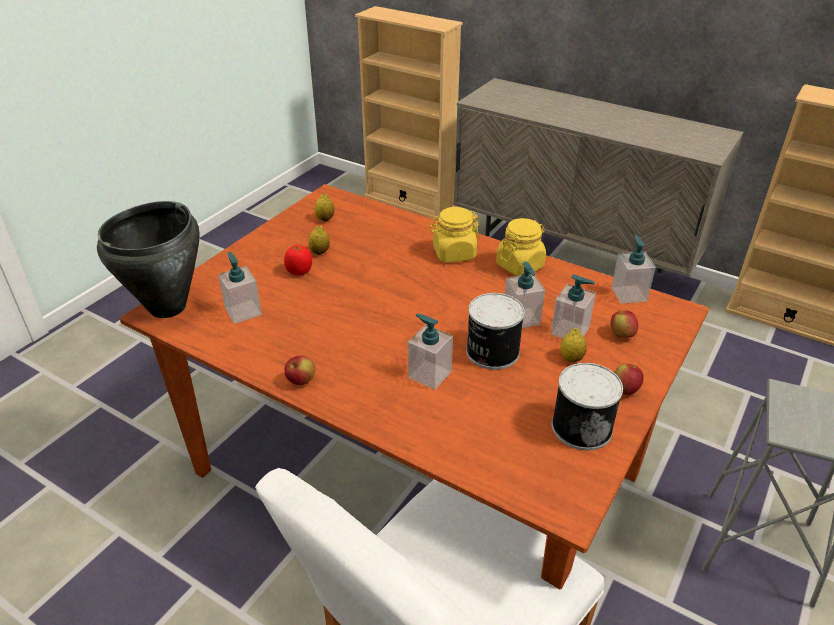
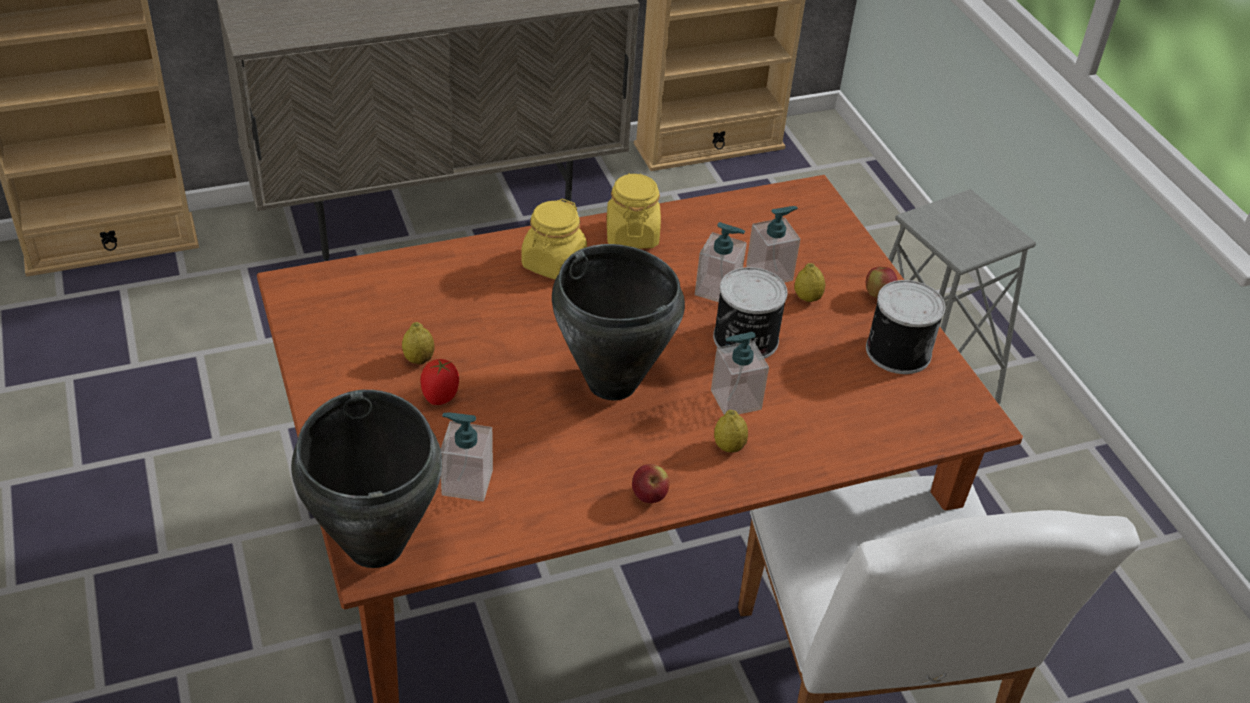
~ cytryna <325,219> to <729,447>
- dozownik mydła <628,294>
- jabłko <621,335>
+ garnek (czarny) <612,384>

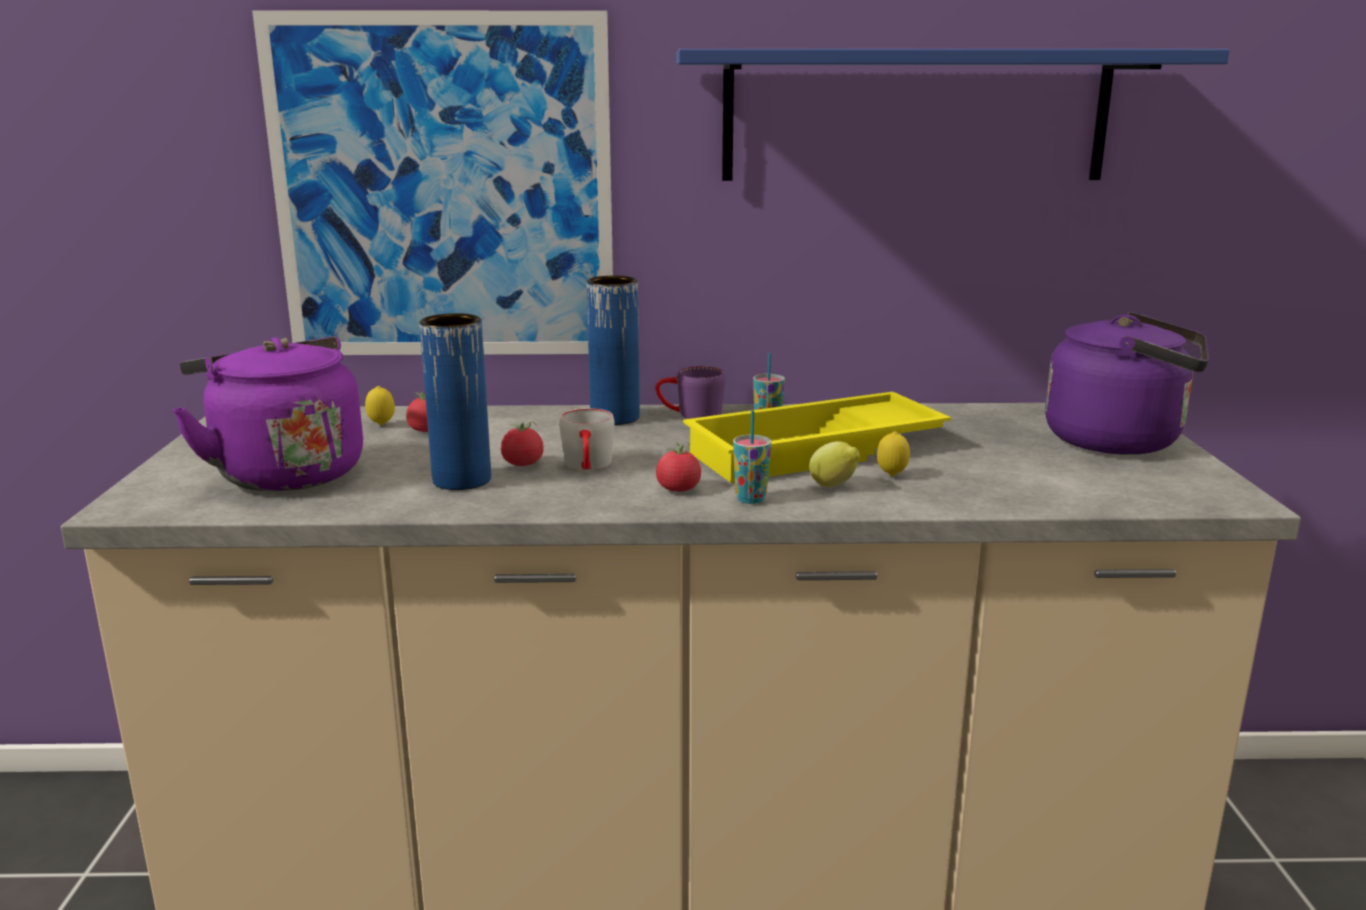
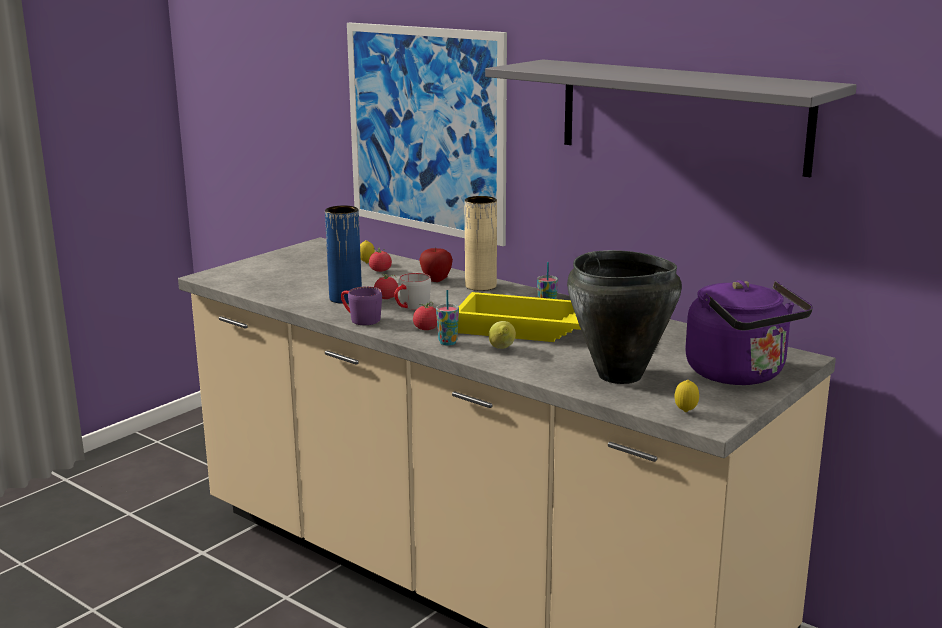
- czajnik (fioletowy) <285,472>
~ wazon (niebieski) <615,418> to wazon (beżowy) <480,286>
~ kubek (fioletowy) <690,414> to <360,319>
~ półka (niebieski) <915,116> to półka (szary) <681,115>
~ cytryna <891,476> to <685,412>
+ jabłko <436,280>
+ garnek (czarny) <619,376>

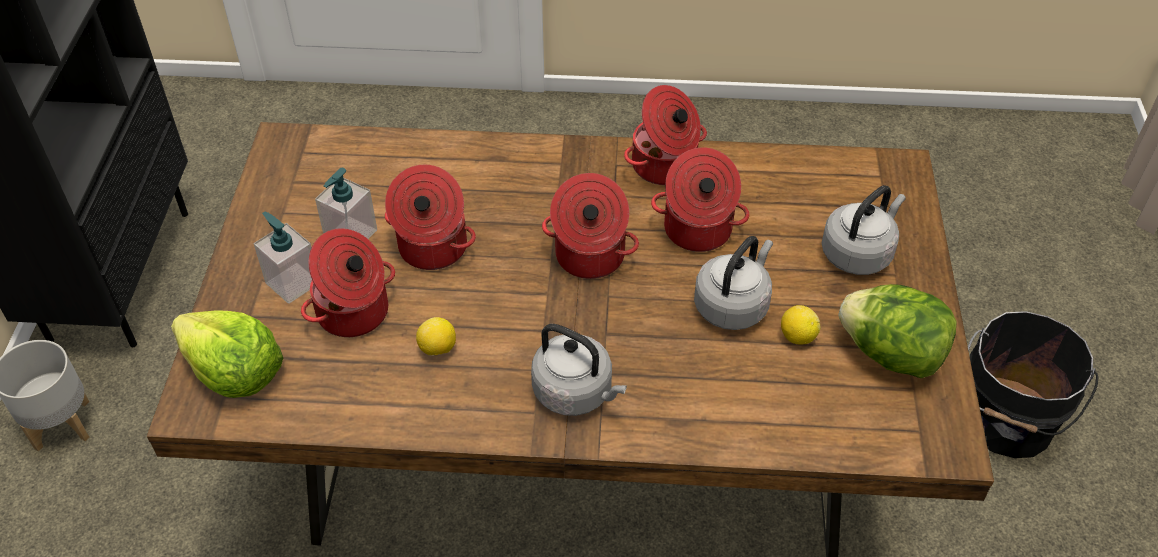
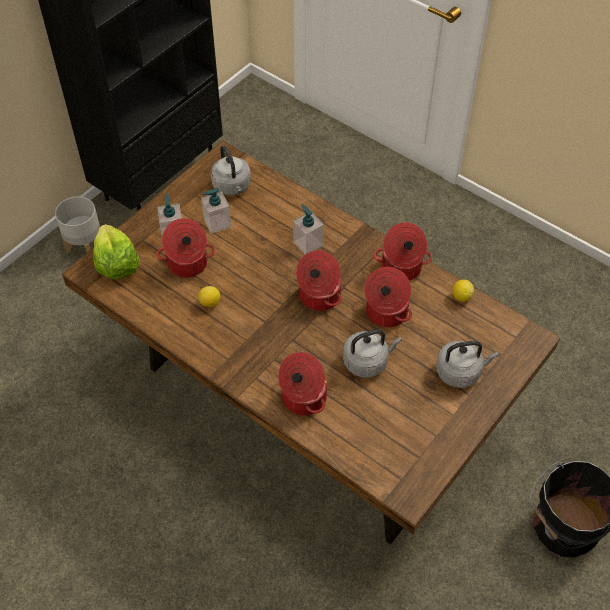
~ garnek <431,248> to <303,398>
~ czajnik (szary) <576,393> to <232,187>
~ cytryna <797,336> to <461,296>
- sałata <891,354>
+ dozownik mydła <308,243>

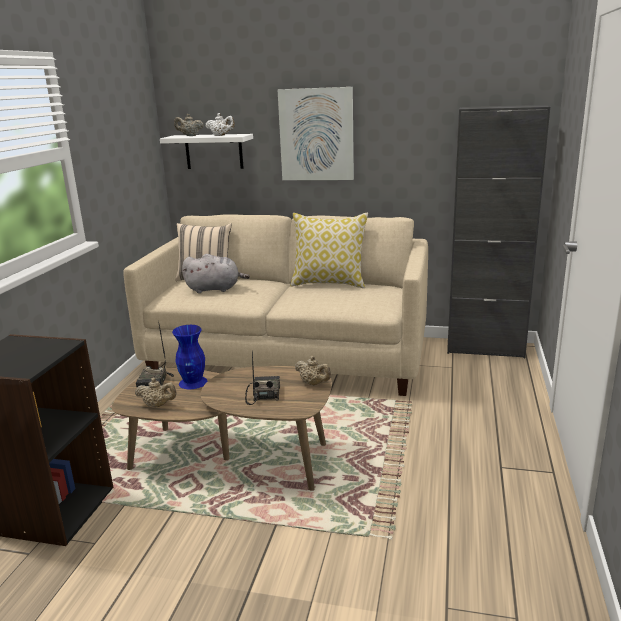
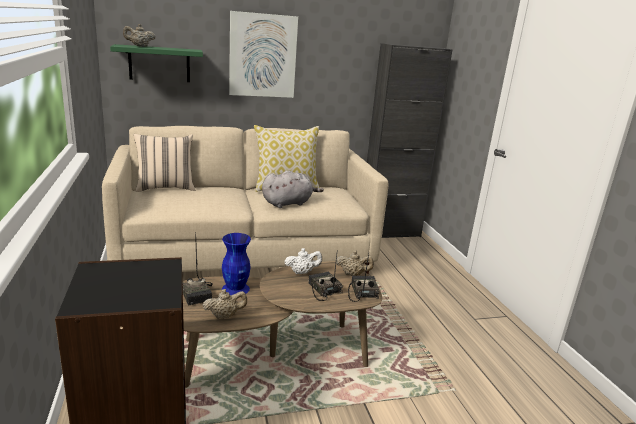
~ półka (biały) <214,151> to półka (zielony) <159,64>
~ pluszak (szary) <215,289> to <288,203>
~ imbryk (biały) <221,135> to <302,272>
+ radio <362,292>

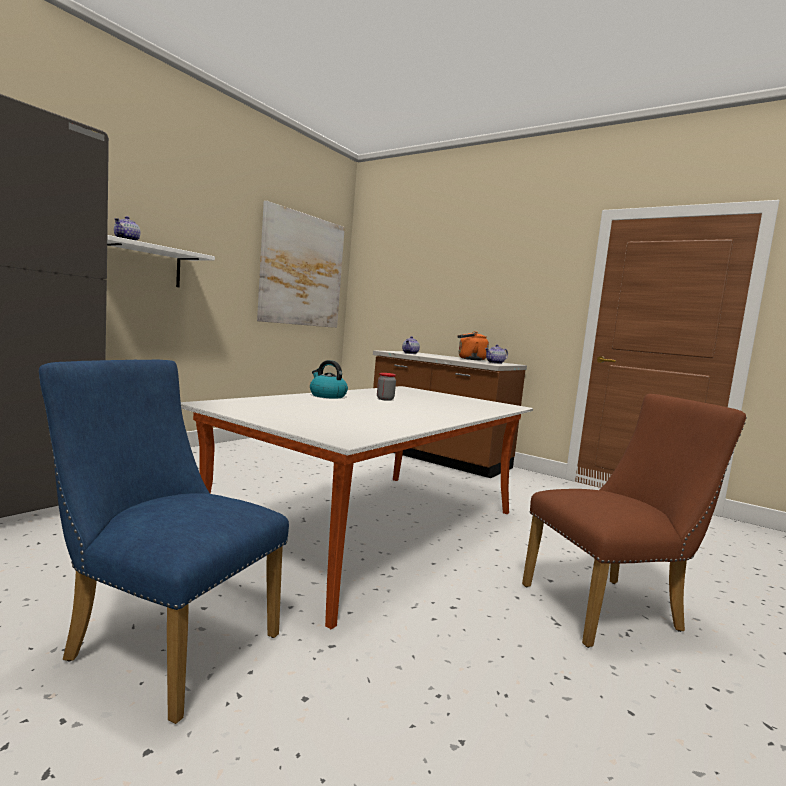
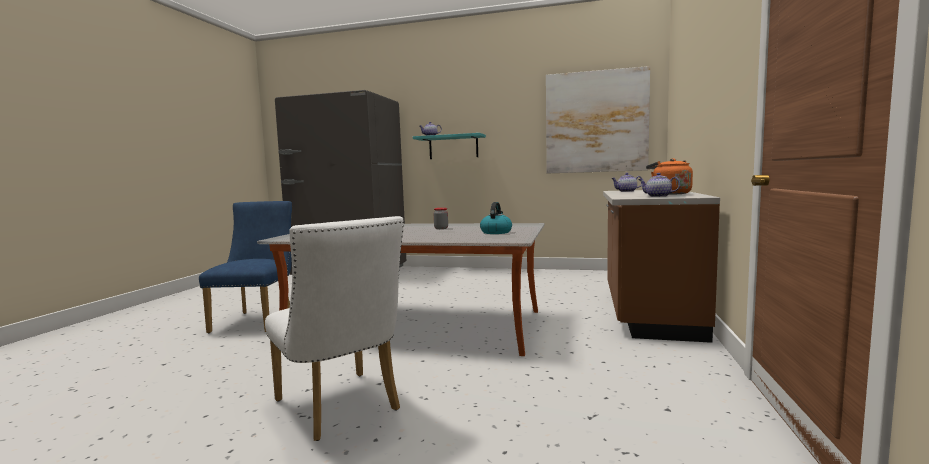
~ półka (biały) <142,265> to półka (turkusowy) <453,147>
~ czajnik <327,396> to <496,232>
~ krzesło (brązowy) <610,609> to krzesło (biały) <341,409>

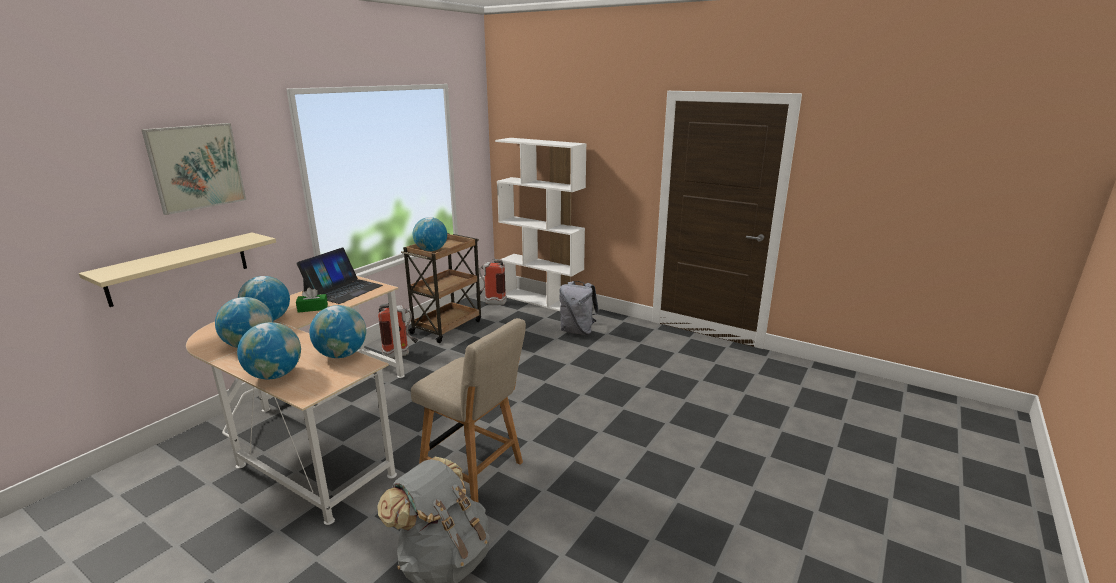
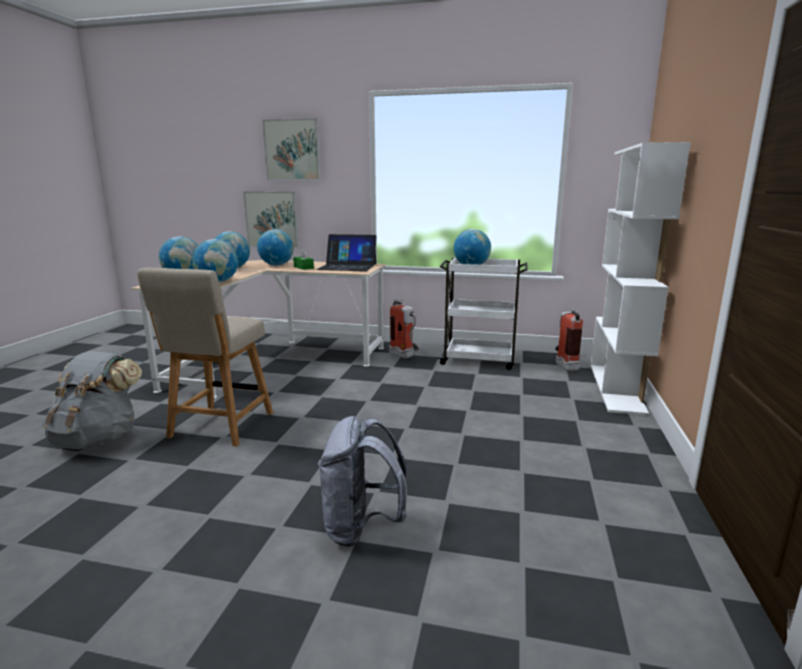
~ półka (beżowy) <179,268> to obraz <272,219>
~ wózek (brązowy) <447,326> to wózek (biały) <479,360>
~ plecak (szary) <577,331> to <361,528>

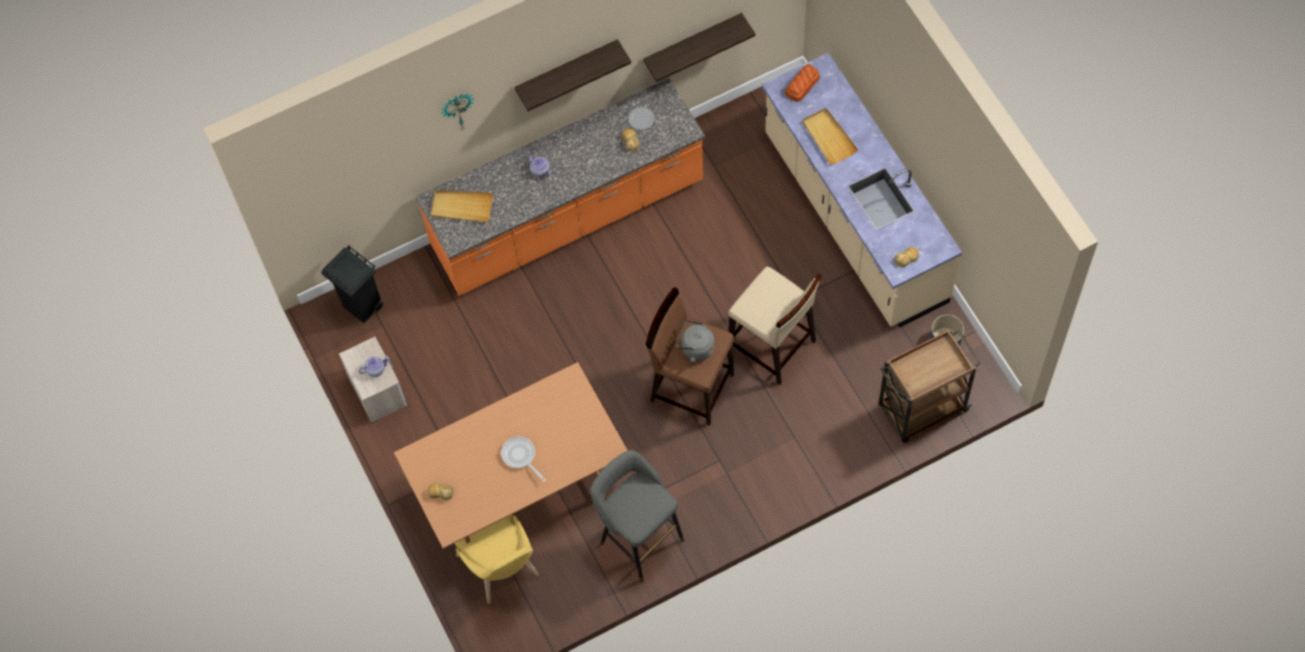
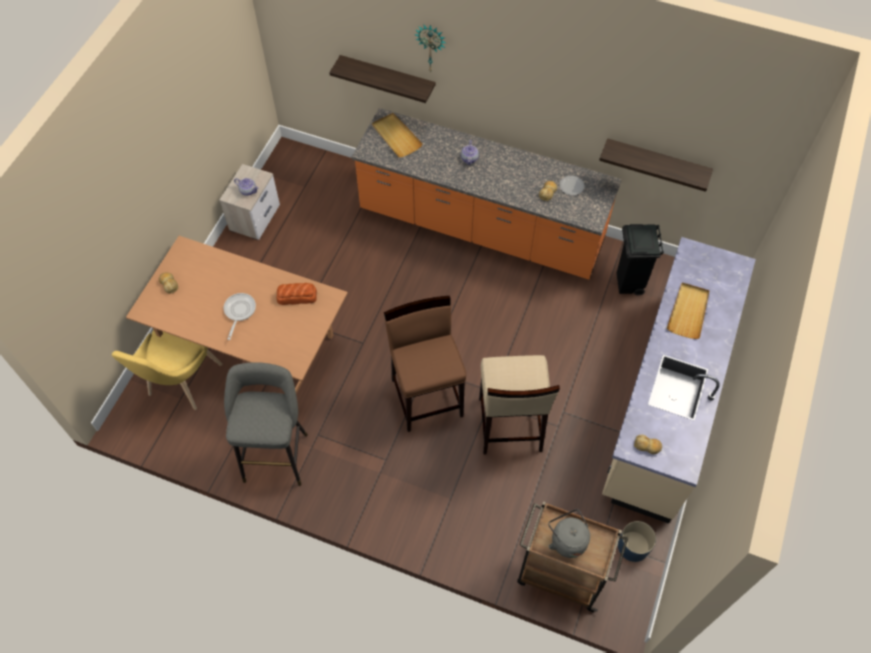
~ kosz na śmieci (czarny) <363,307> to <629,284>
~ półka <567,71> to <387,78>
~ czajnik (szary) <695,348> to <567,539>
~ chleb <801,85> to <296,296>

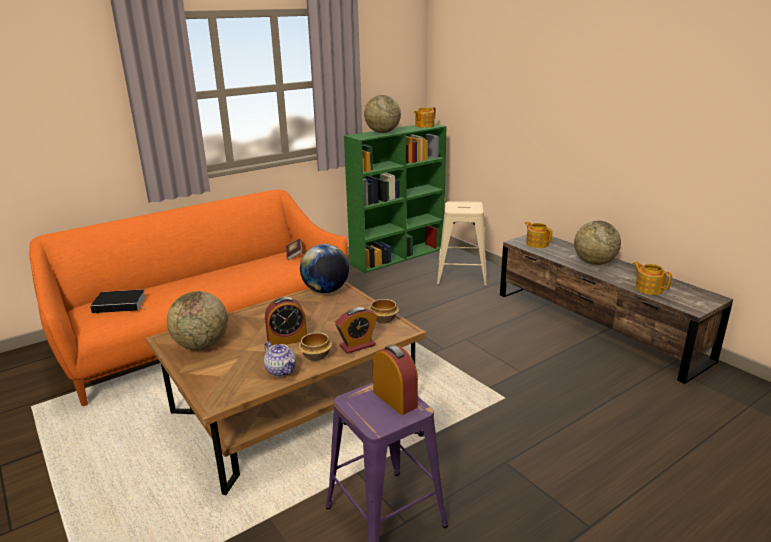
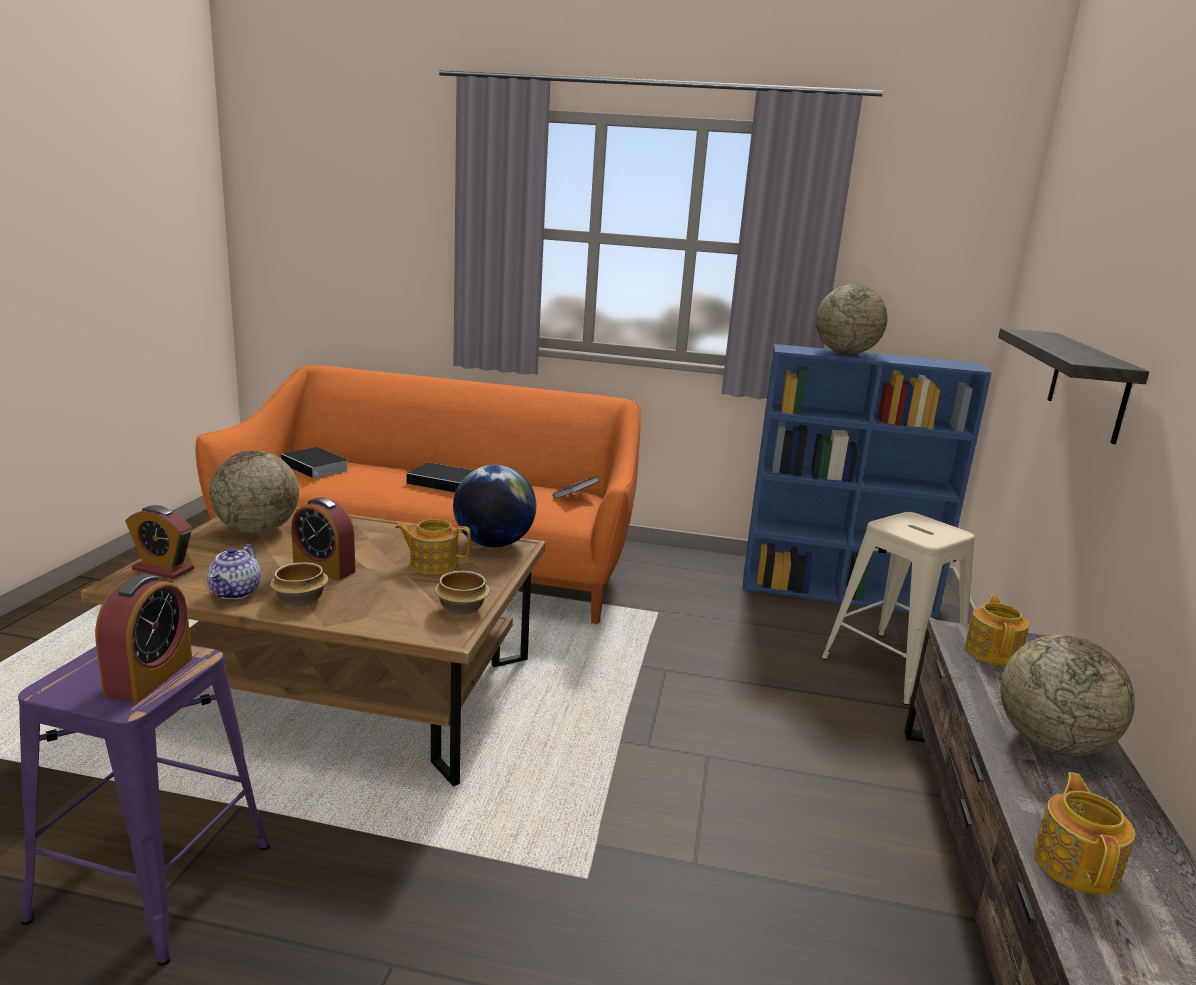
~ budzik <357,346> to <163,569>
~ regał (zielony) <398,256> to regał (niebieski) <838,592>
~ imbryk <424,126> to <433,564>
+ książka <445,482>
+ półka <1088,385>

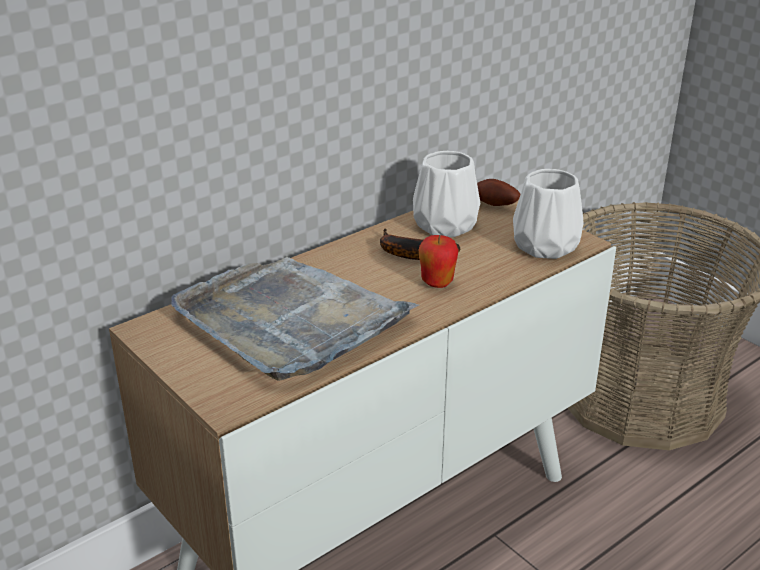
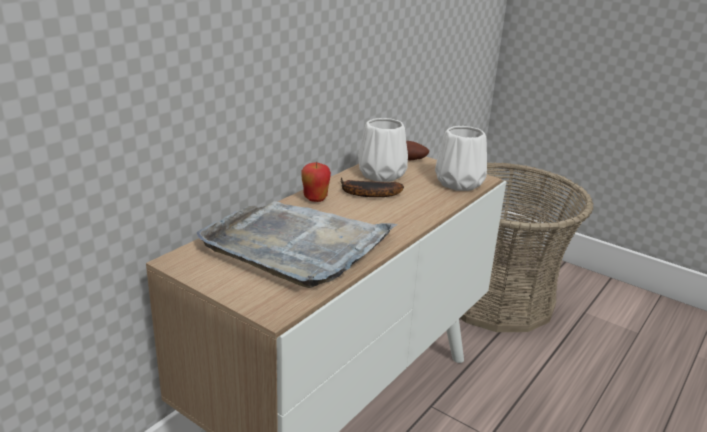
~ jabłko <437,282> to <315,199>

